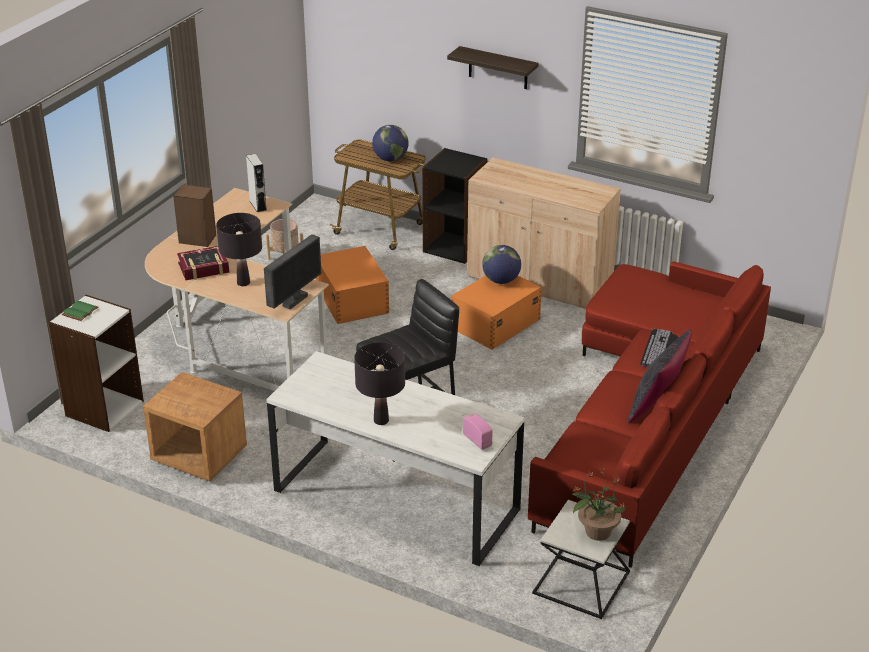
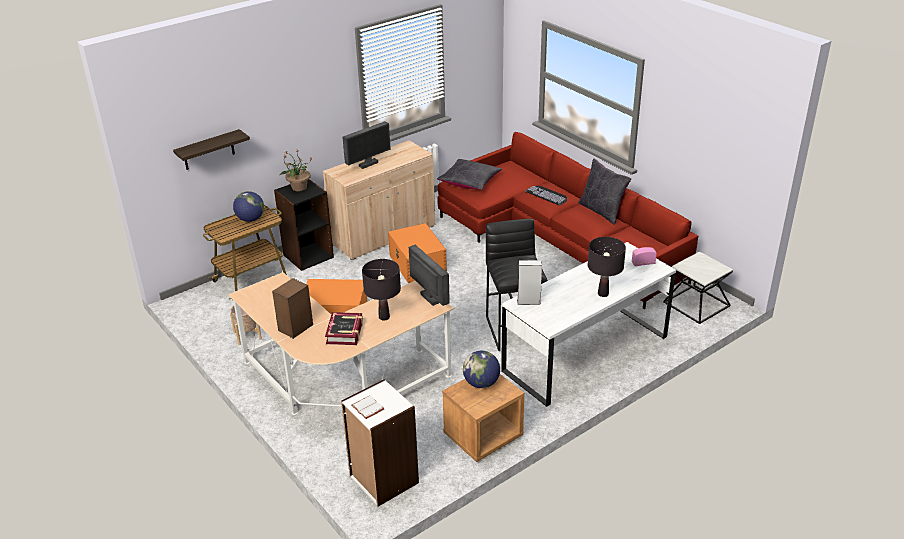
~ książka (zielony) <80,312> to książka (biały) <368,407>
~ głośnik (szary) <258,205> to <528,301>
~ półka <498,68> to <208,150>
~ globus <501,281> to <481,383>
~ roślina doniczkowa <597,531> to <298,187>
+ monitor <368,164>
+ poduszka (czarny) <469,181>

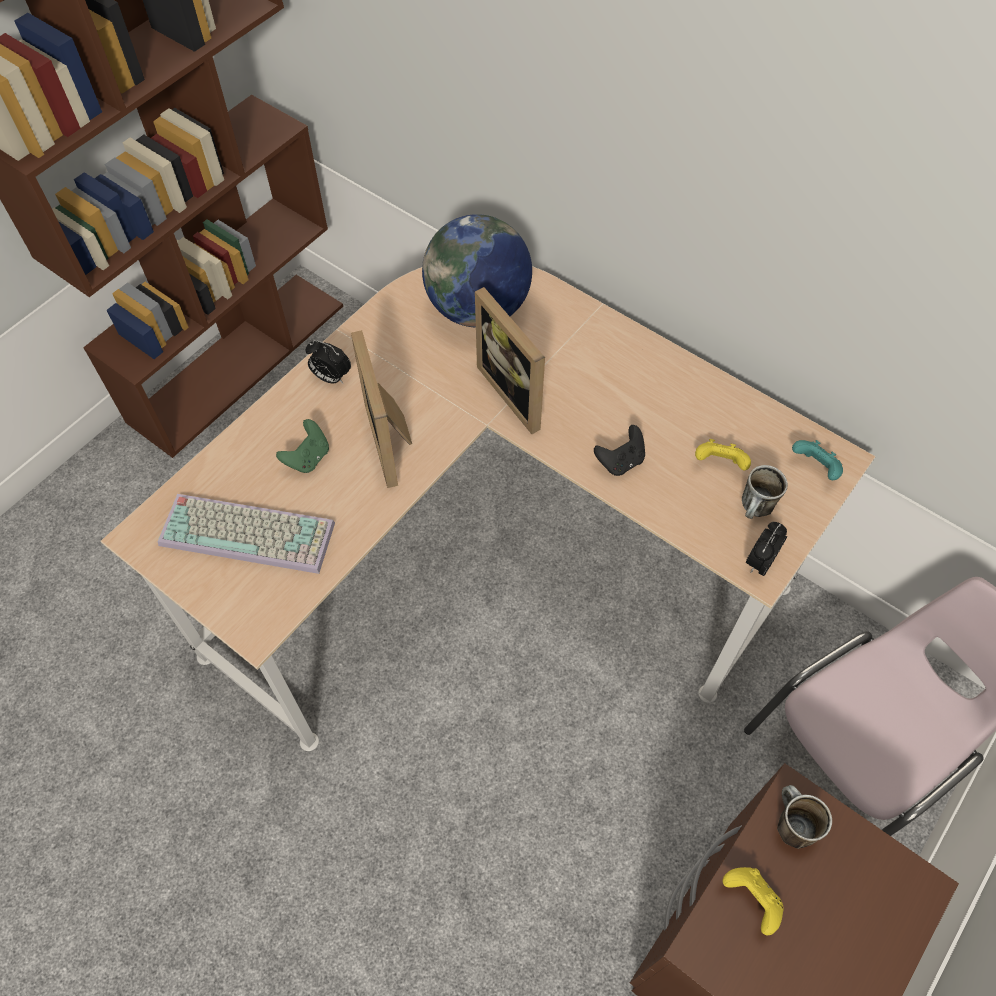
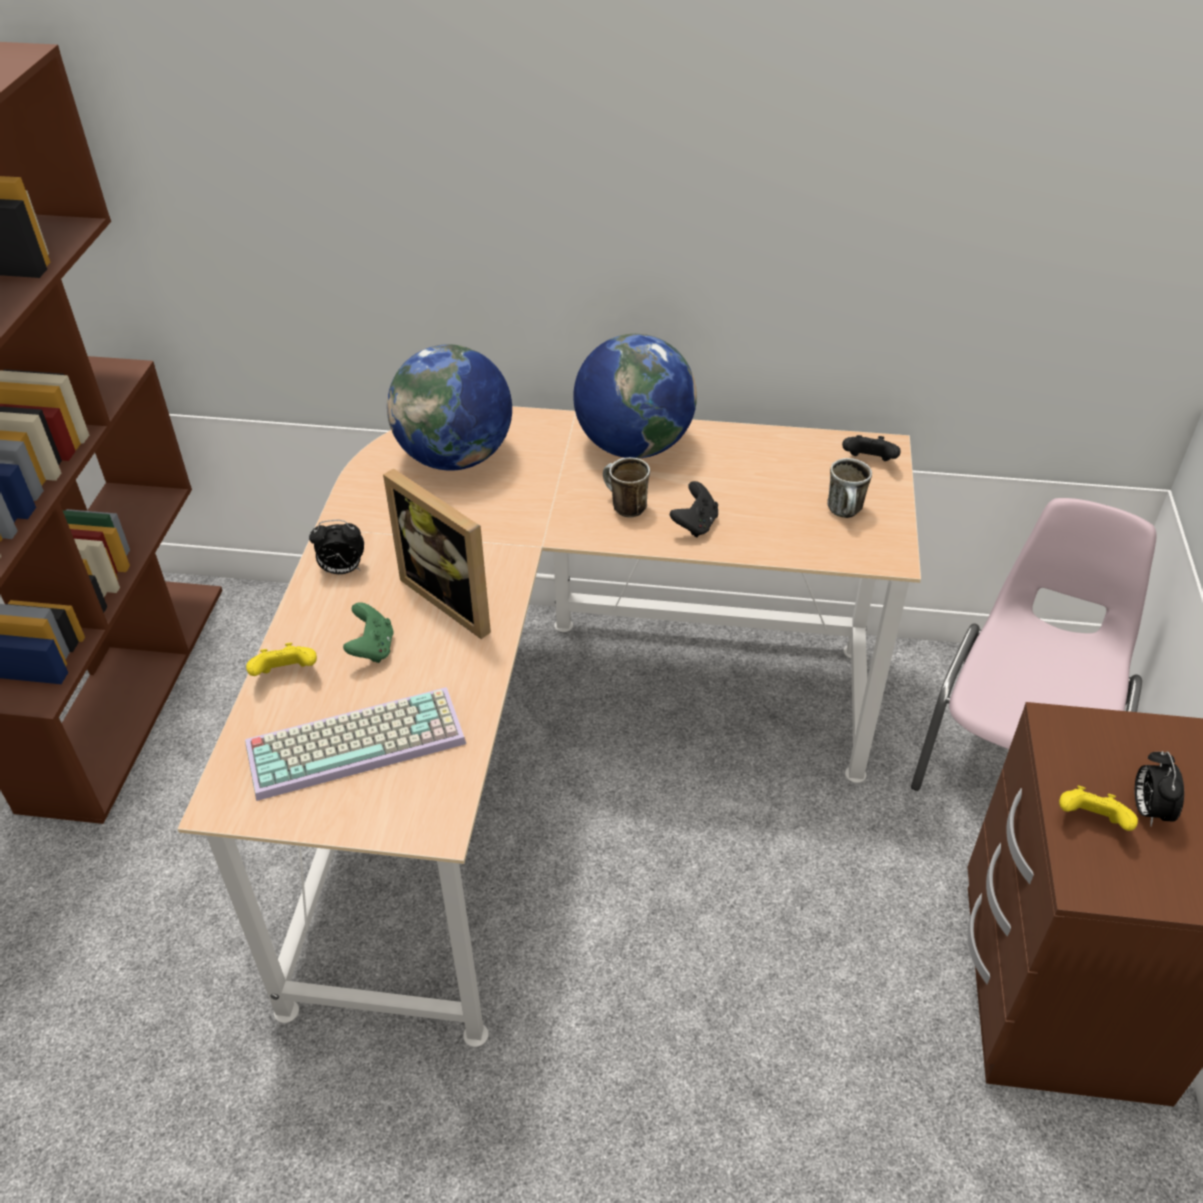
- ramka na zdjęcie <518,392>
~ pad do gier (żółty) <719,464> to <286,674>
~ budzik <760,562> to <1148,809>
~ kubek <789,823> to <623,507>
~ pad do gier (turkusowy) <815,468> to pad do gier (czarny) <868,462>
+ globus <633,446>

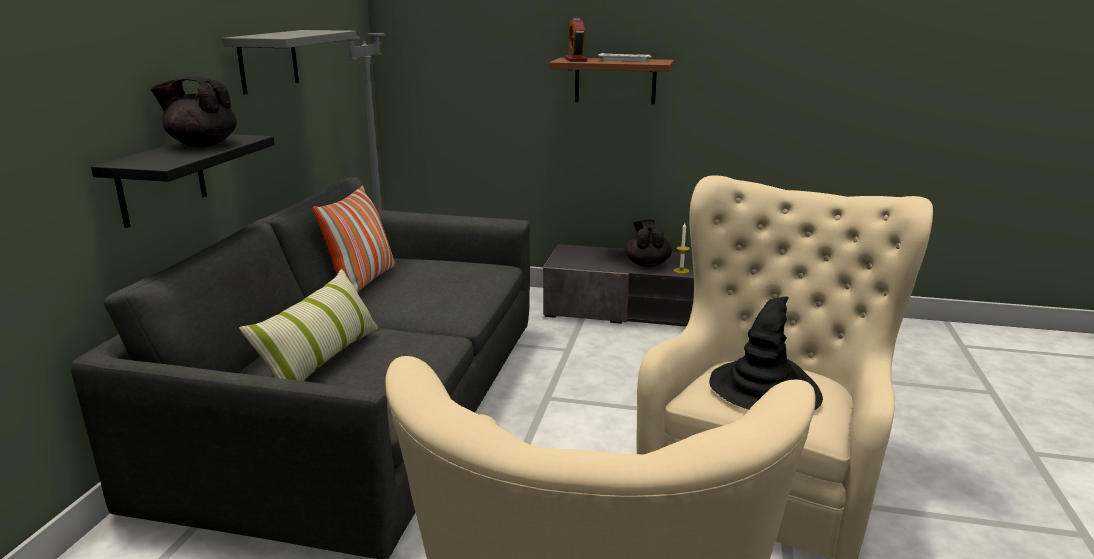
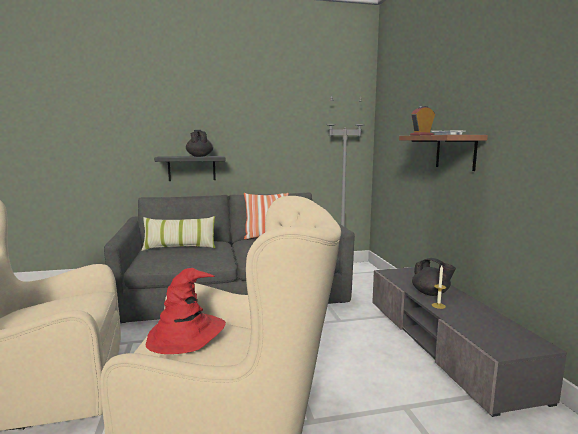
- półka (szary) <268,61>
~ imbryk (czarny) <647,264> = <431,293> 75 degrees clockwise
~ kapelusz (czarny) <765,389> to kapelusz (czerwony) <186,334>

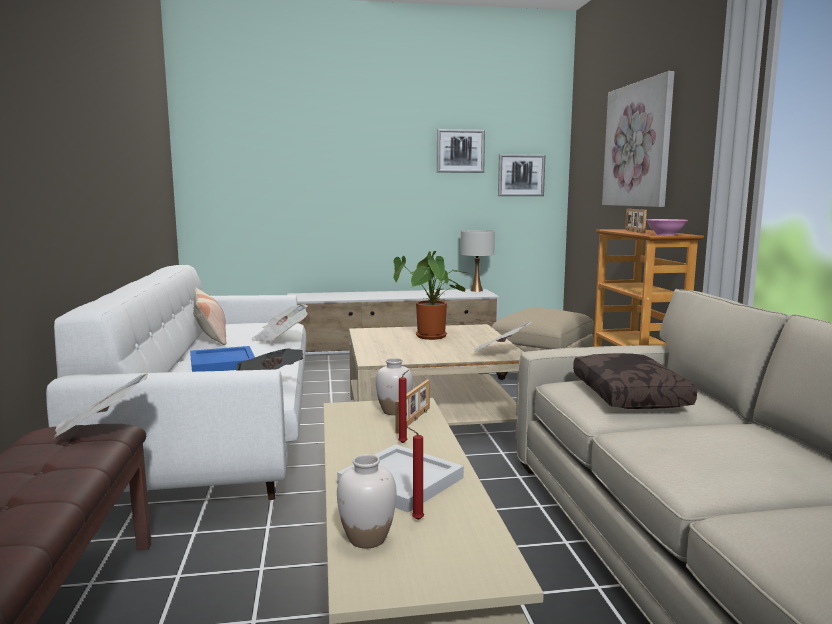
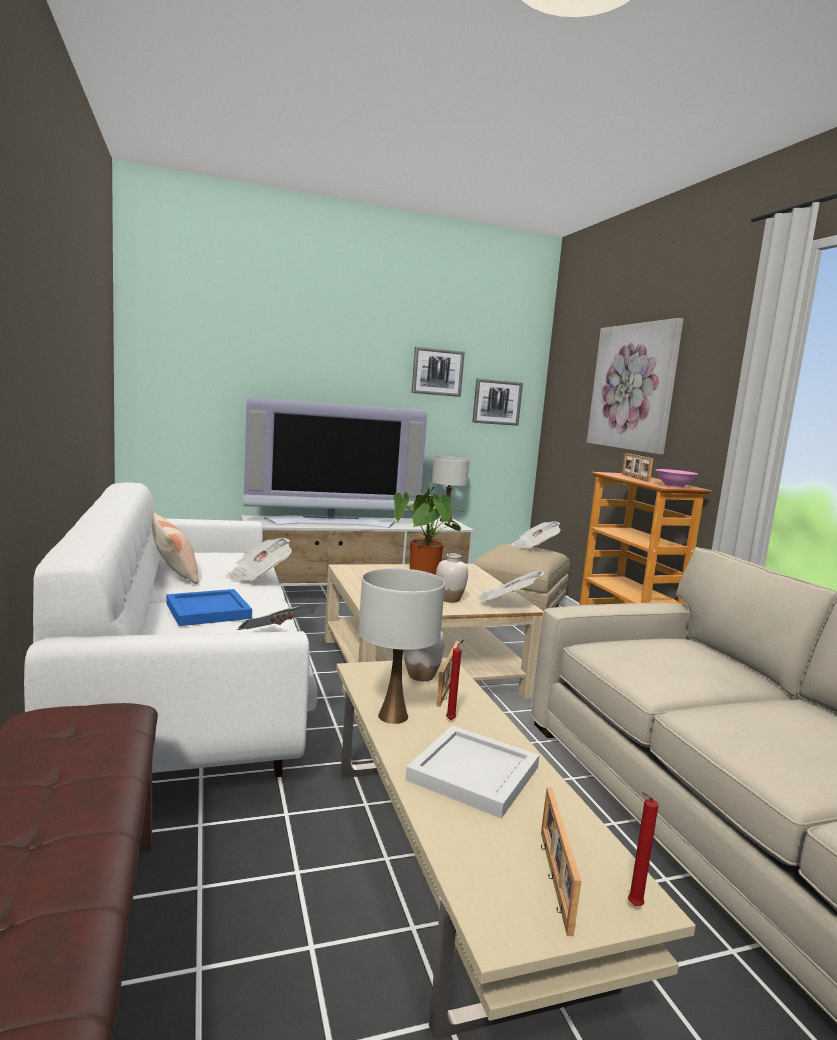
~ gazeta <100,429> to <534,547>
~ wazon (biały) <367,538> to <449,599>
~ świeca (czerwony) <415,520> to <632,906>
- poduszka (brązowy) <631,395>
+ telewizor <332,522>
+ lampa stołowa (biały) <393,716>
+ ramka na zdjęcie <553,879>

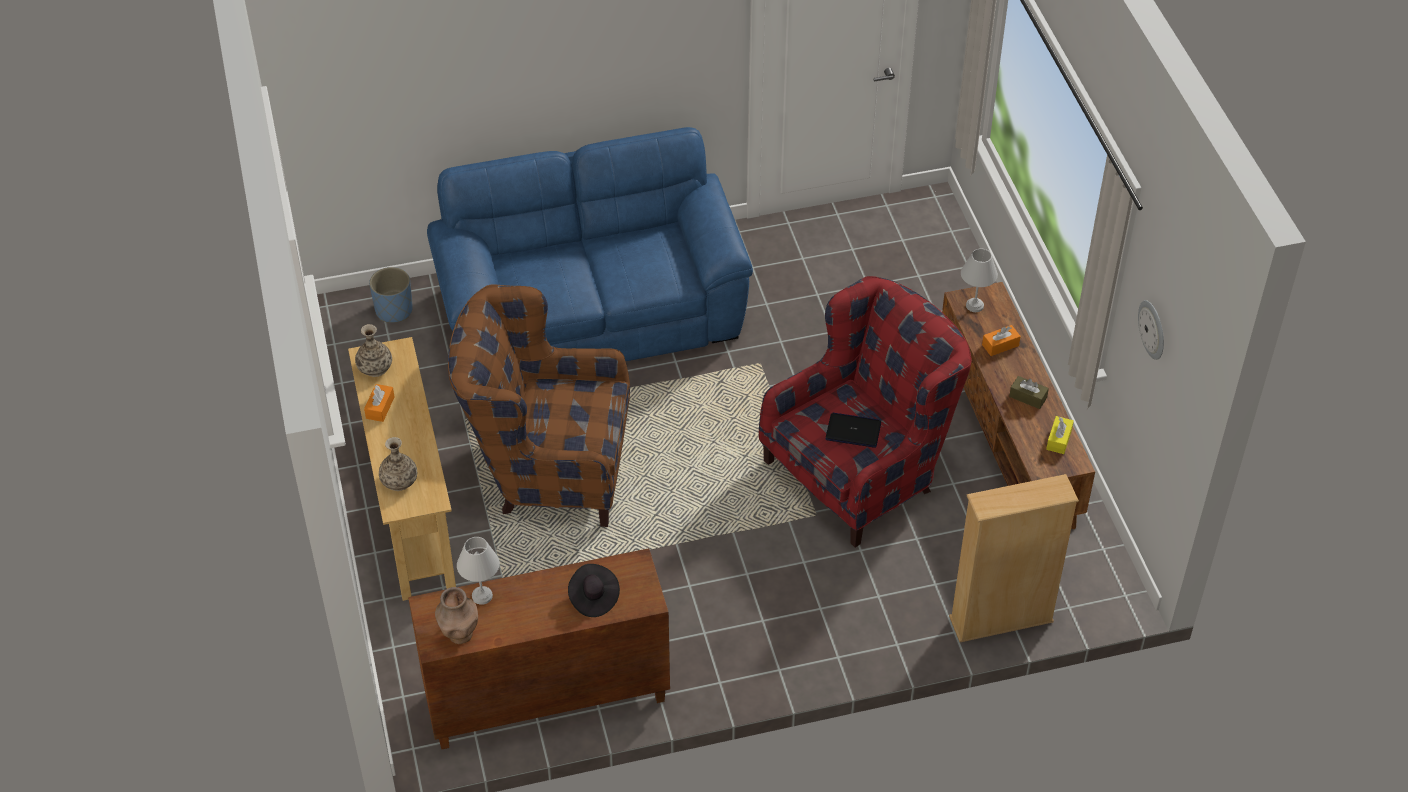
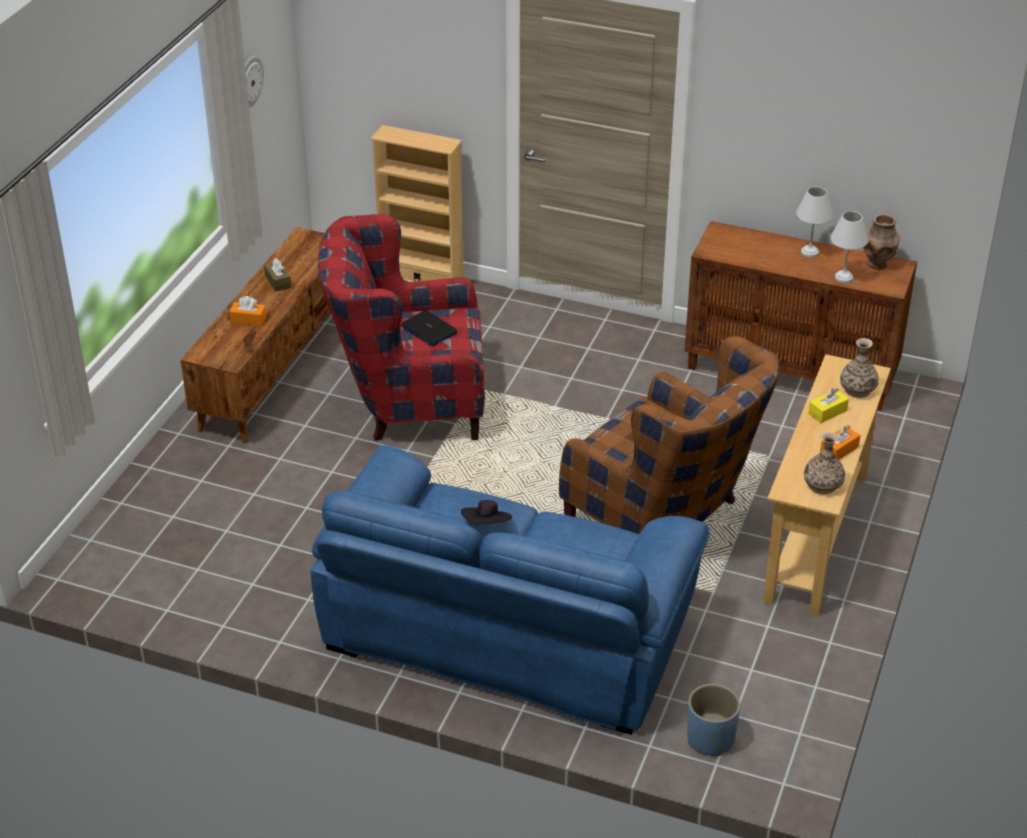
~ kapelusz (czarny) <593,598> to <487,525>
~ lampa stołowa (biały) <975,305> to <809,252>
~ pudełko chusteczek (żółty) <1059,439> to <827,412>

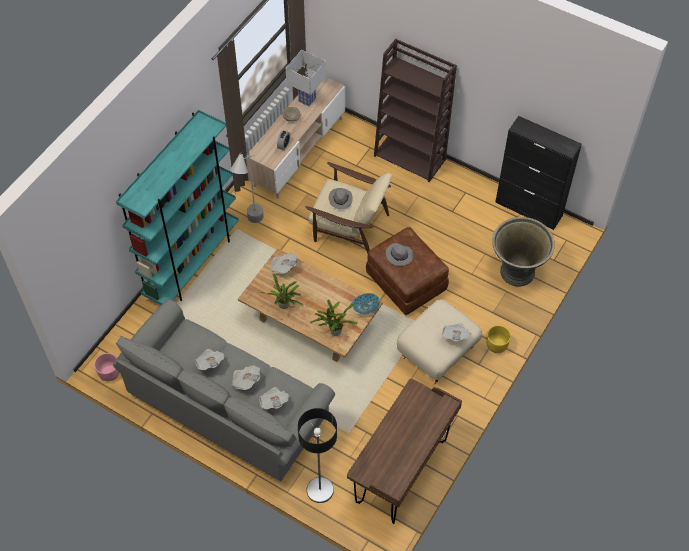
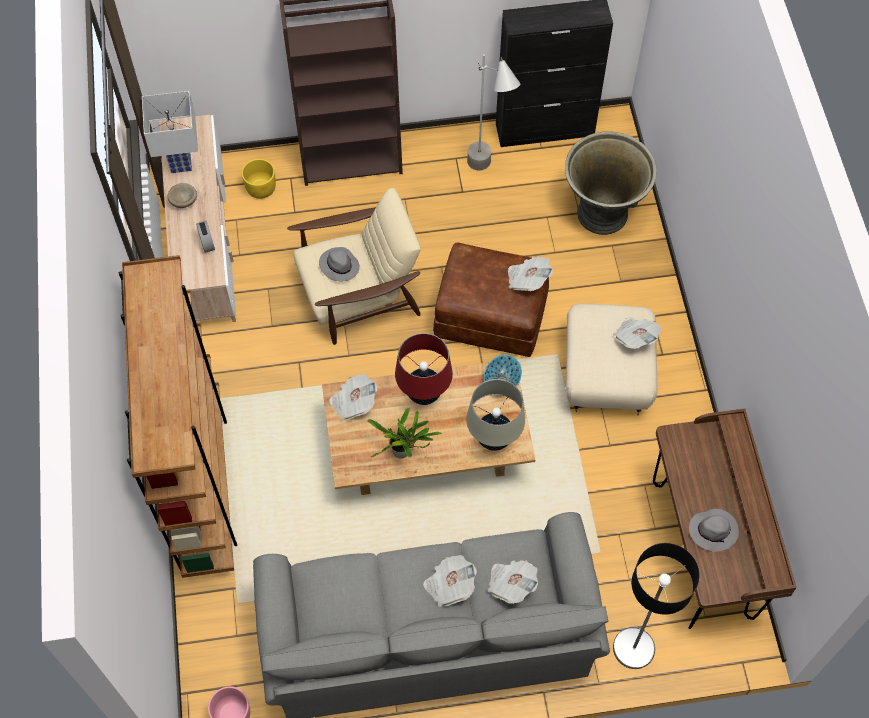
~ regał (turkusowy) <192,263> to regał (brązowy) <203,485>
~ gazeta <210,363> to <527,280>
~ lampa stojąca (szary) <251,227> to <488,175>
~ roślina doniczkowa <334,331> to lampa stołowa (beżowy) <494,438>
~ kapelusz (szary) <399,255> to <714,530>
~ donica (żółty) <496,345> to <261,188>
+ lampa stołowa (czerwony) <424,393>

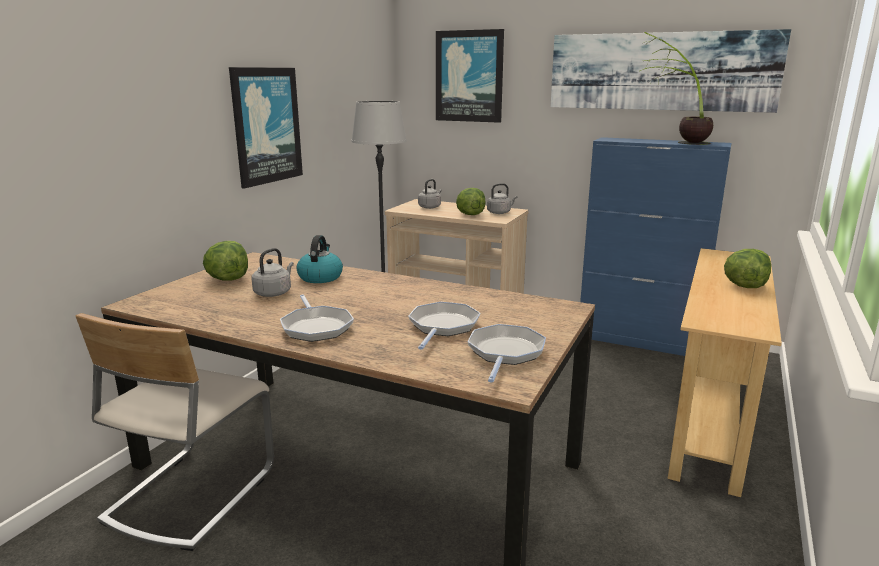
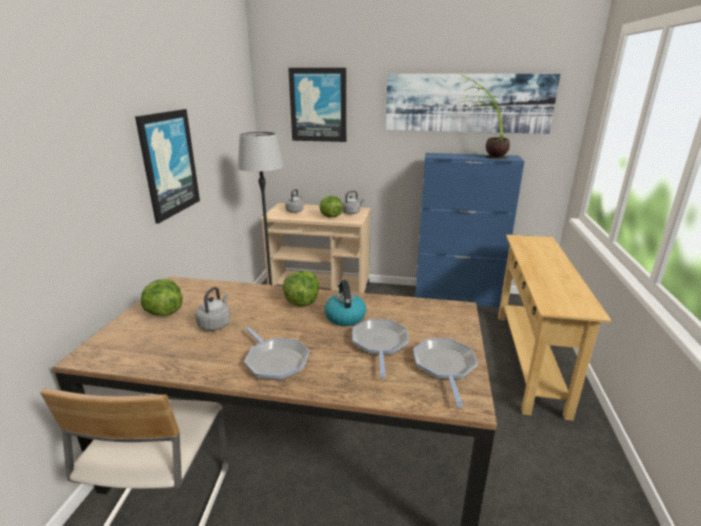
~ czajnik <320,277> to <344,317>
~ sałata <744,286> to <302,302>

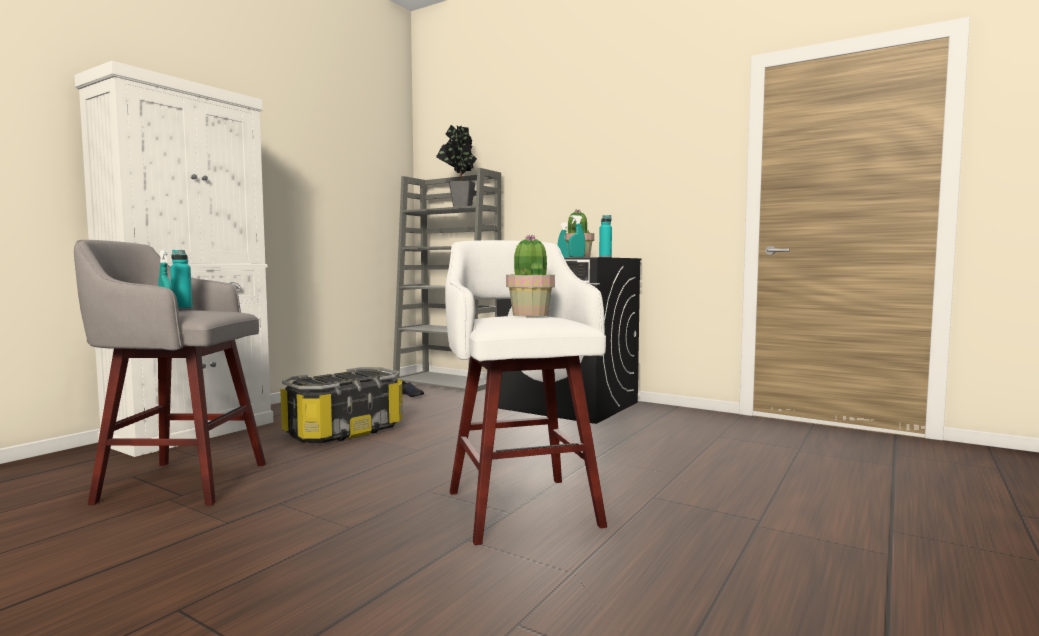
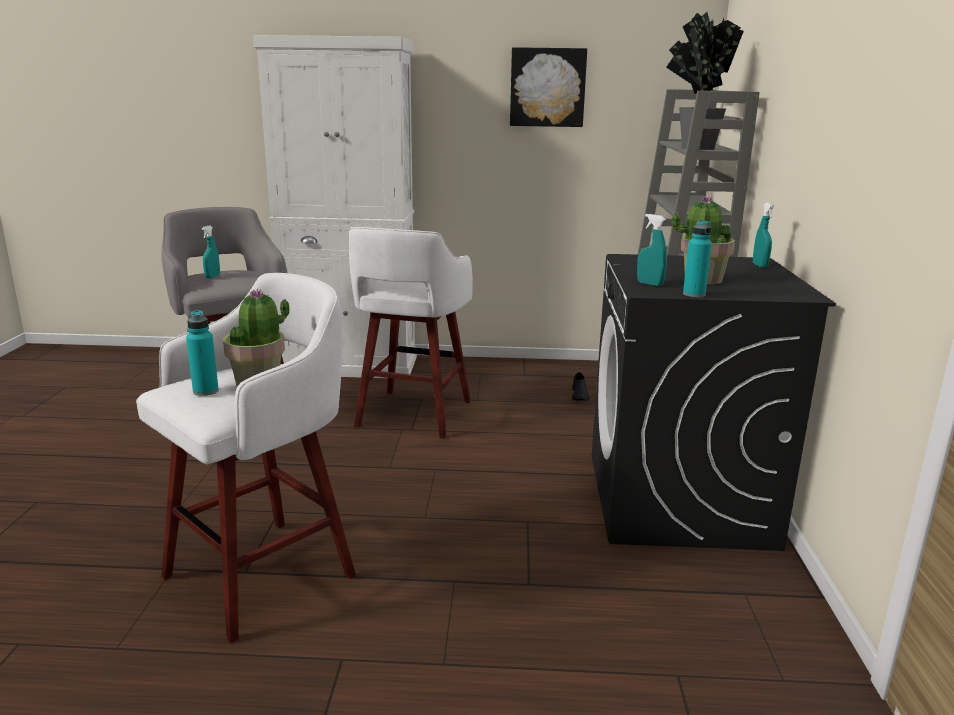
~ butelka (turkusowy) <182,309> to <205,391>
~ pojemnik do przechowywania <345,431> to stołek (biały) <412,415>
+ obraz <547,87>

